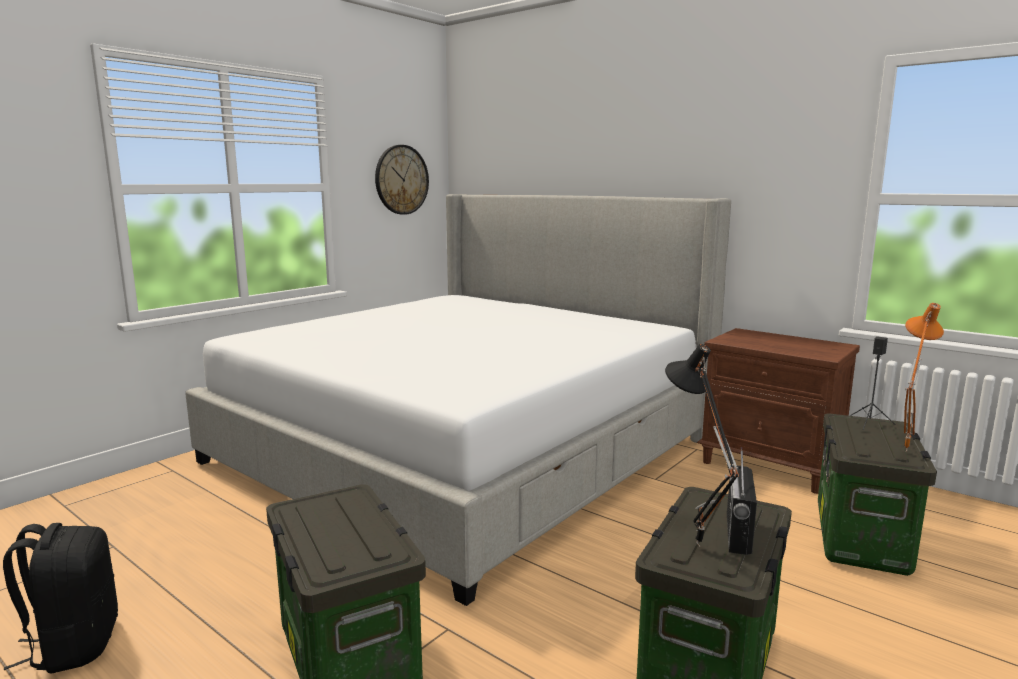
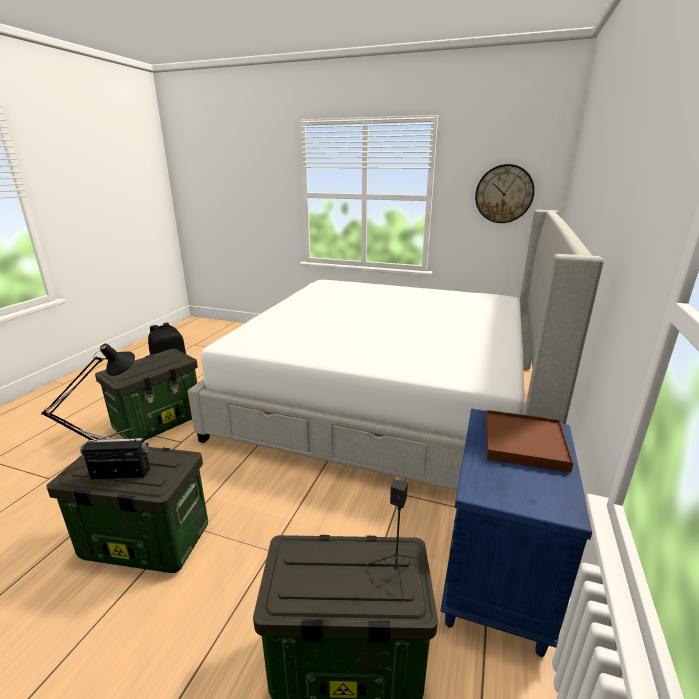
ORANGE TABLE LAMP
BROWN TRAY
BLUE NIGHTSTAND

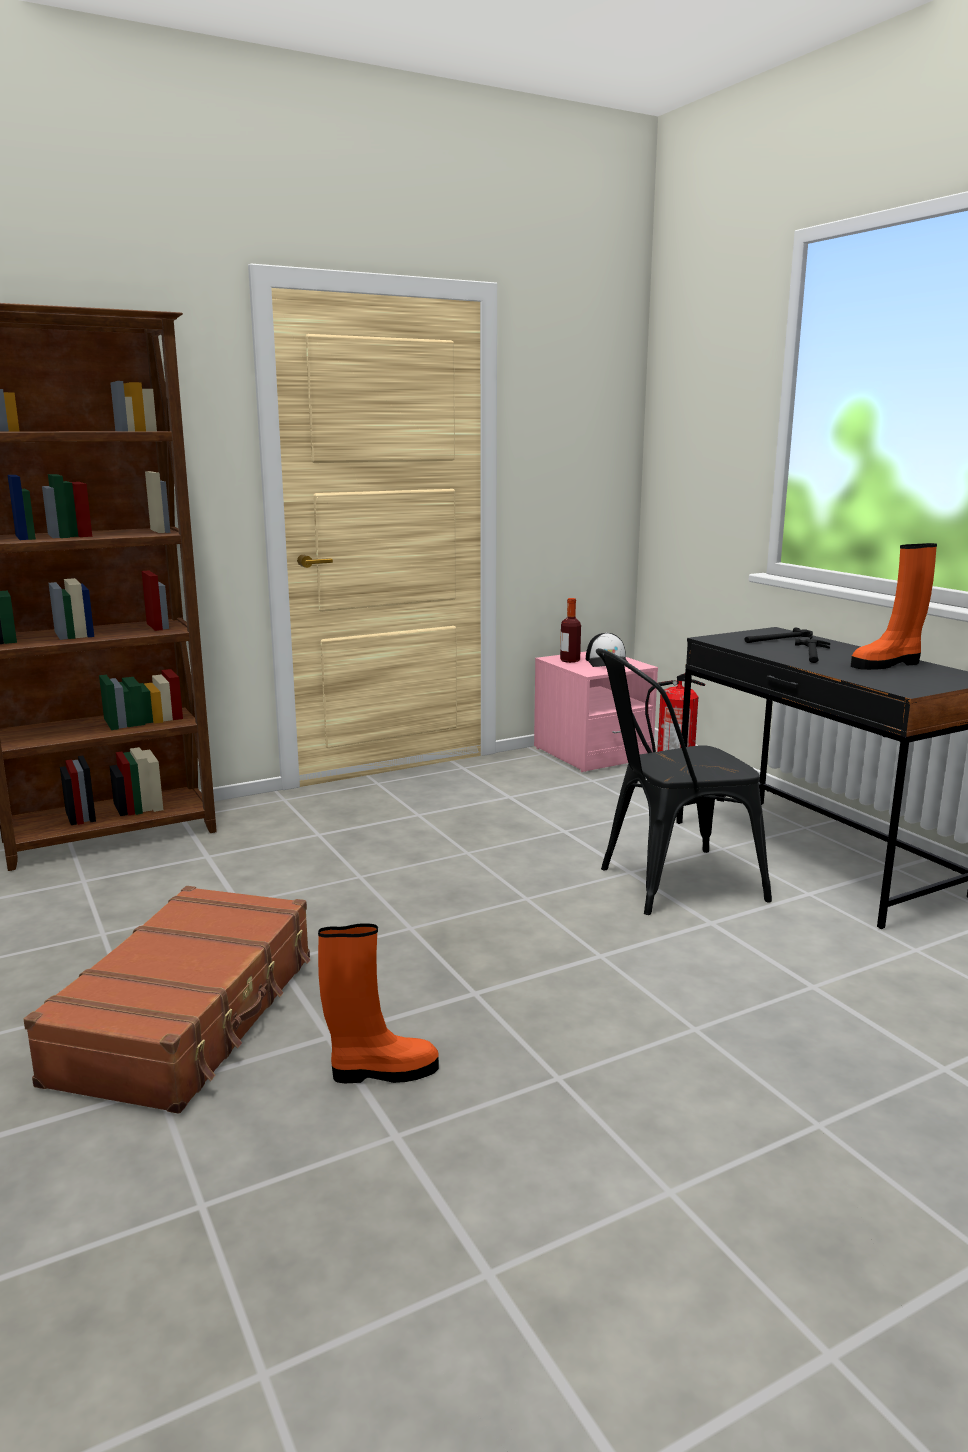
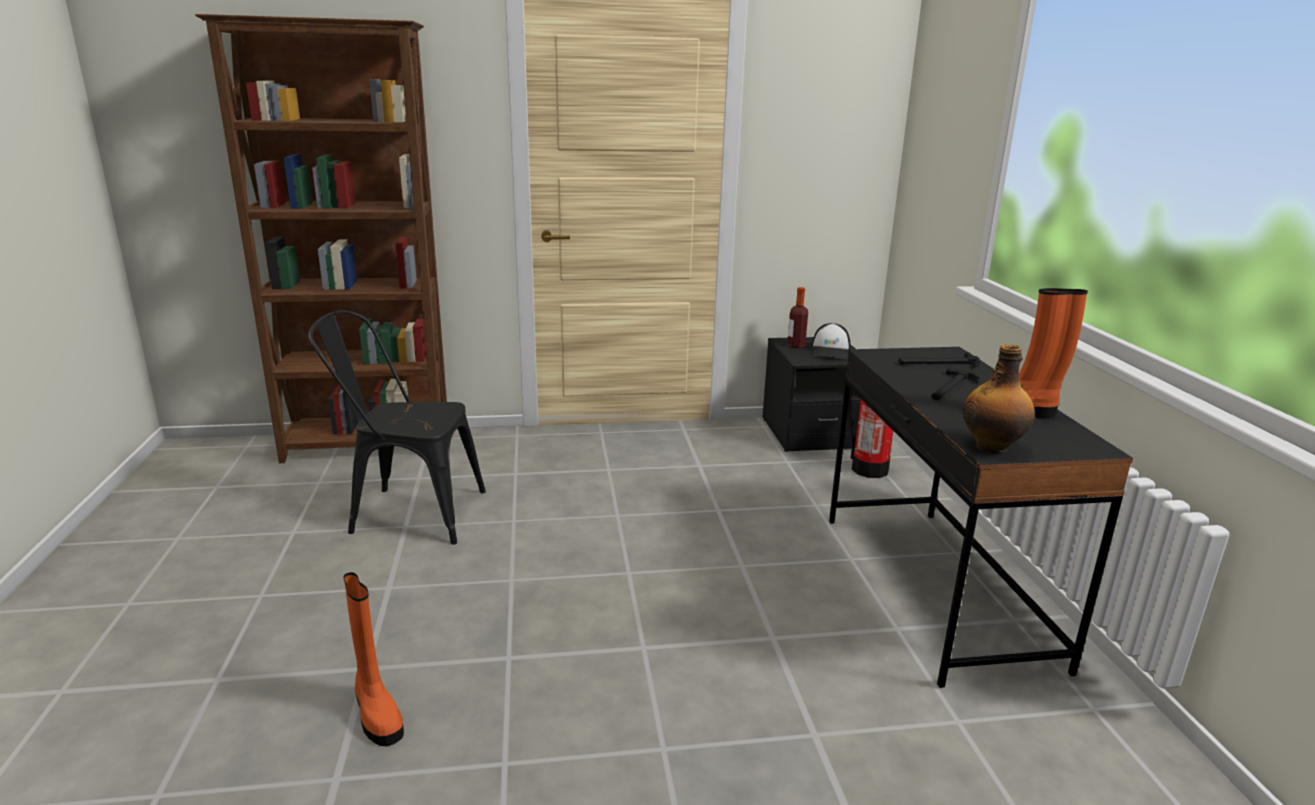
BROWN SUITCASE
BOTTLE (no. 2 from left)
BLACK CHAIR
BLACK NIGHTSTAND
ORANGE BOOT (no. 1 from left)

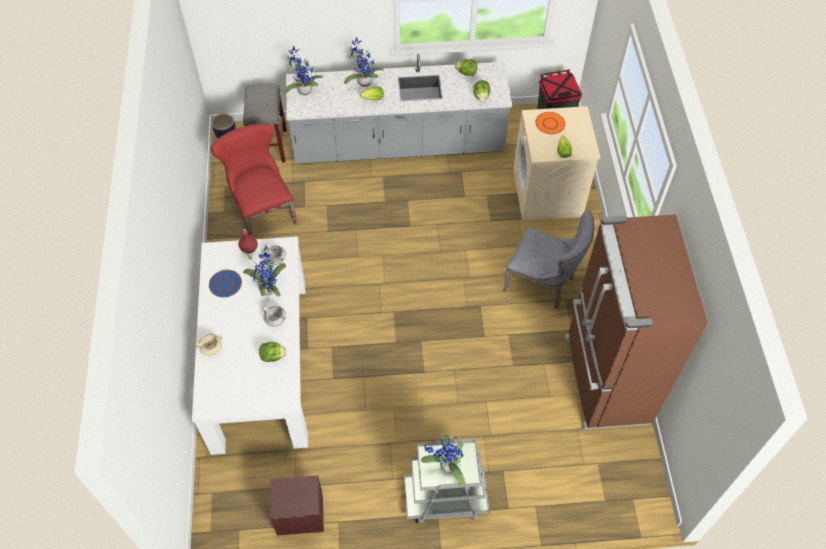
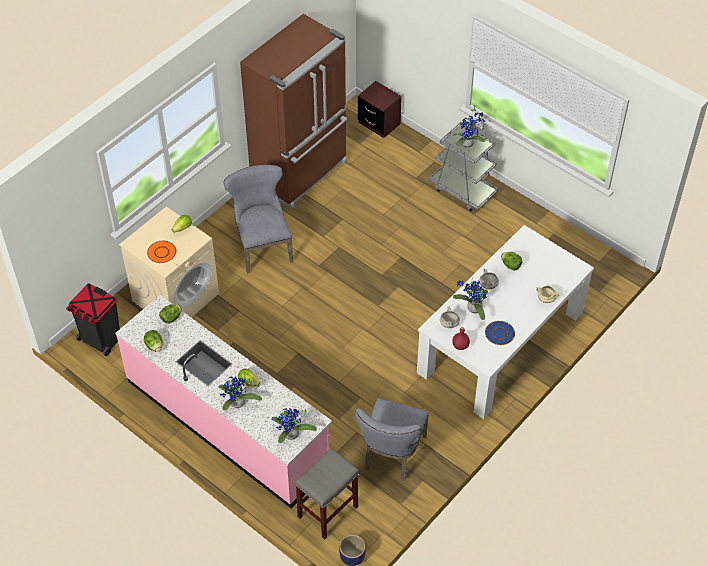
BROWN NIGHTSTAND
GREY CHAIR (no. 2 from left)
PINK COUNTER

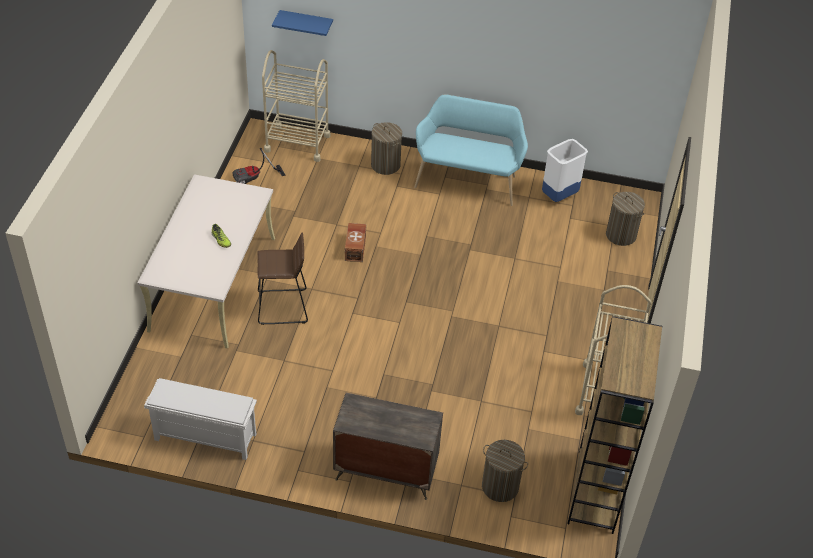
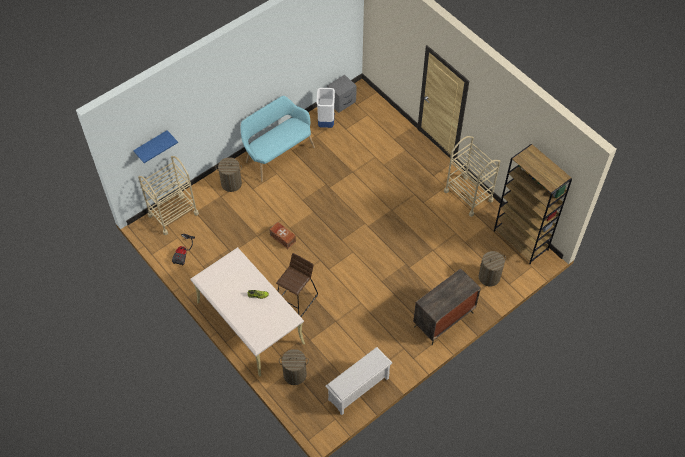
GREY NIGHTSTAND
LAUNDRY BASKET (no. 2 from left)

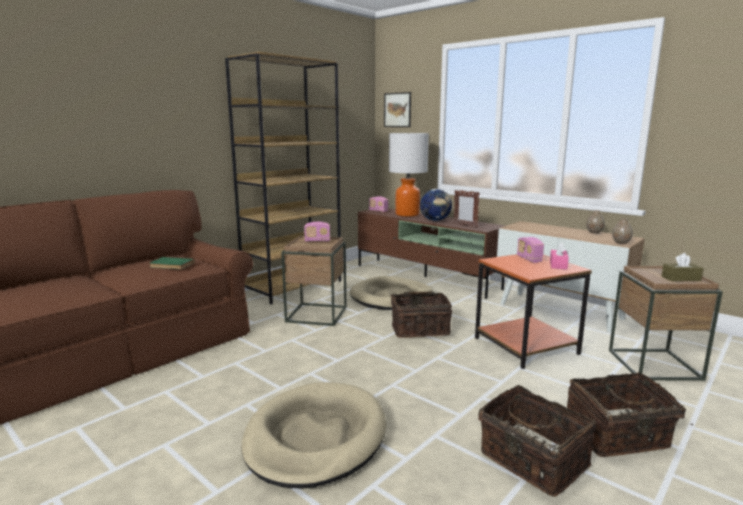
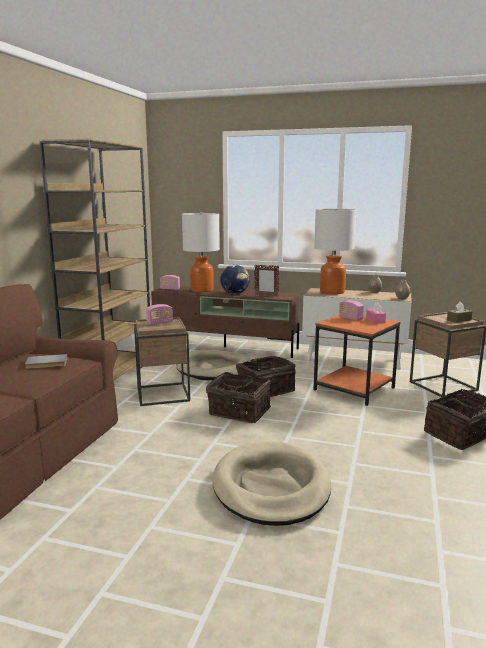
PICTURE
TABLE LAMP (no. 2 from left)
BASKET (no. 1 from left)
GREY BOOK

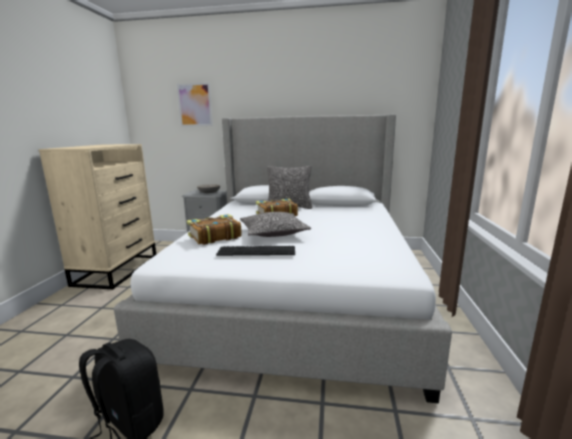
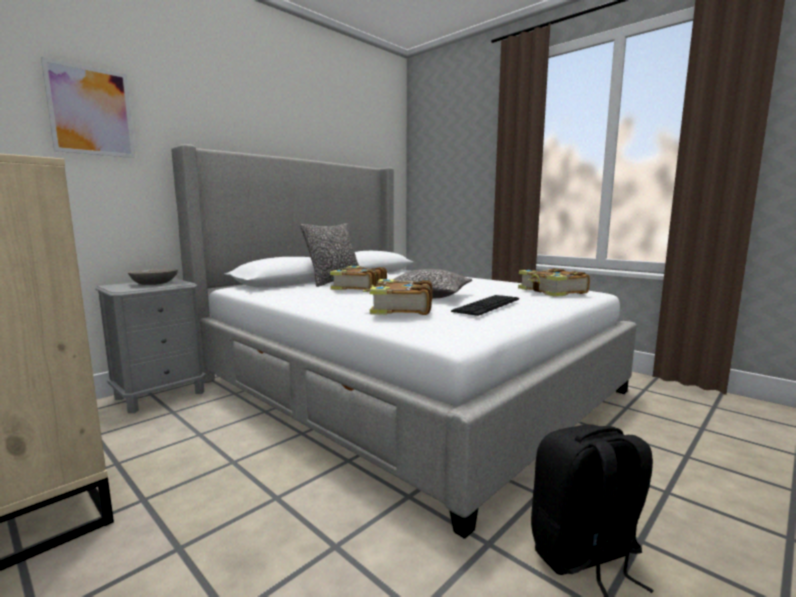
BOOK (no. 3 from left)

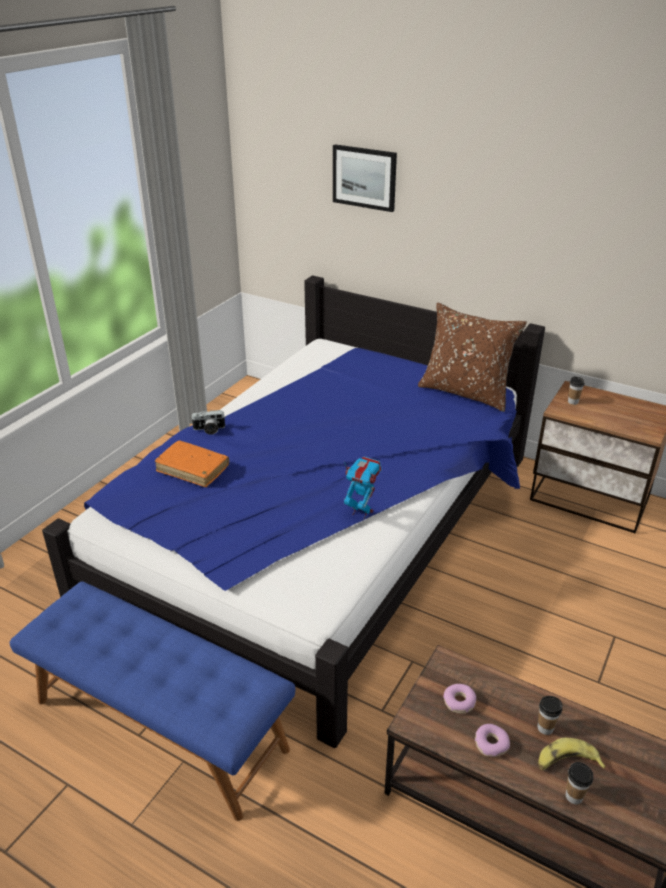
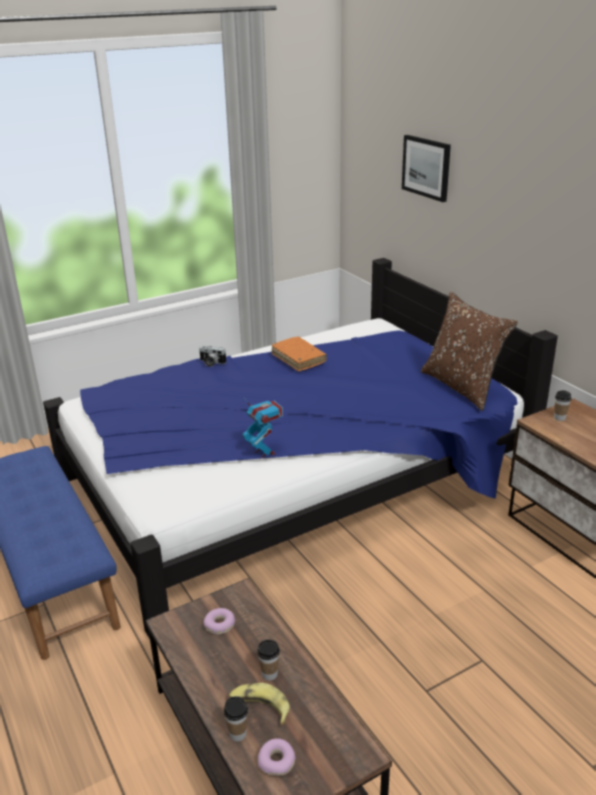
ORANGE BOOK
DONUT (no. 2 from left)

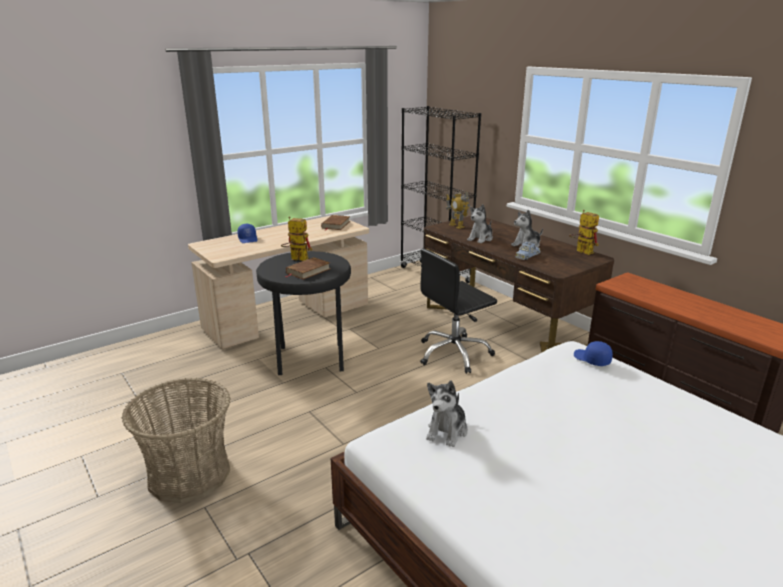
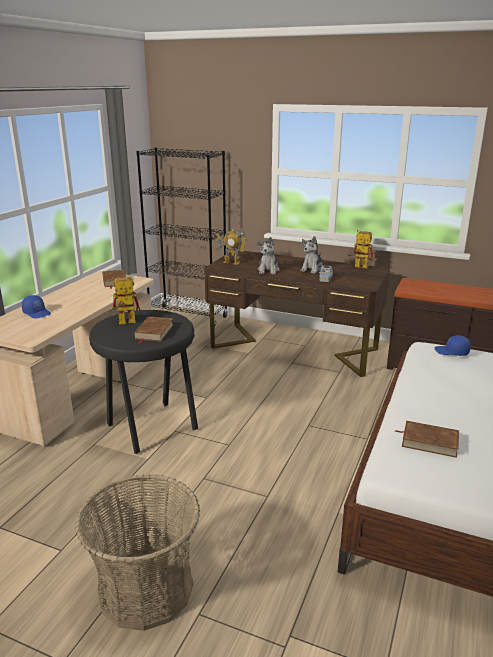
BLACK OFFICE CHAIR
BROWN BOOK (no. 3 from left)

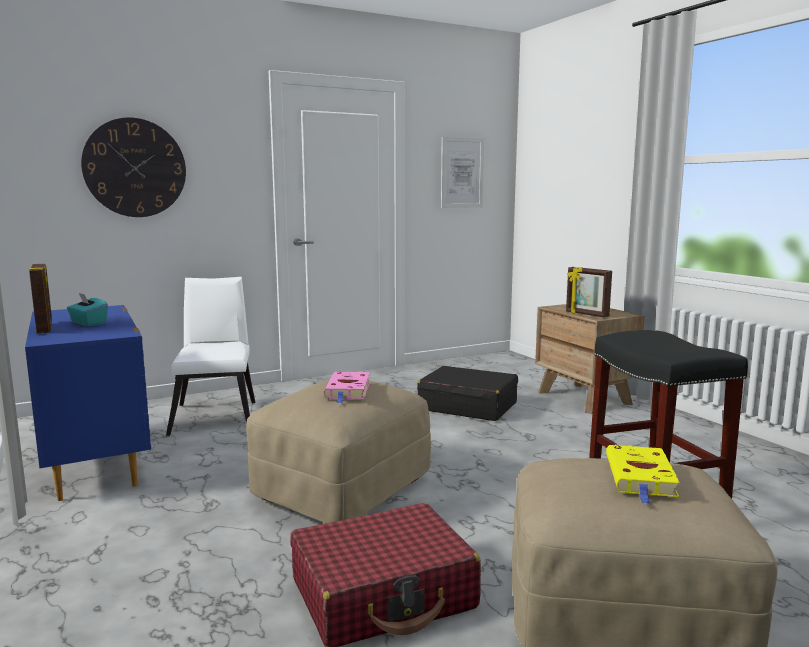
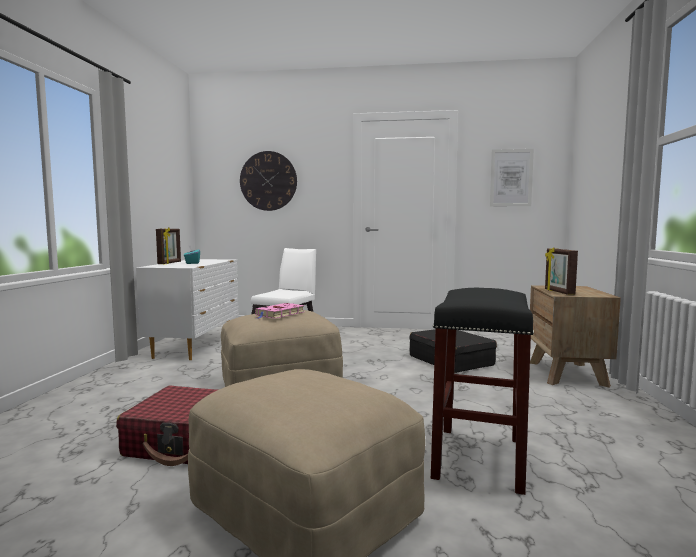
YELLOW BOOK
WHITE DRESSER

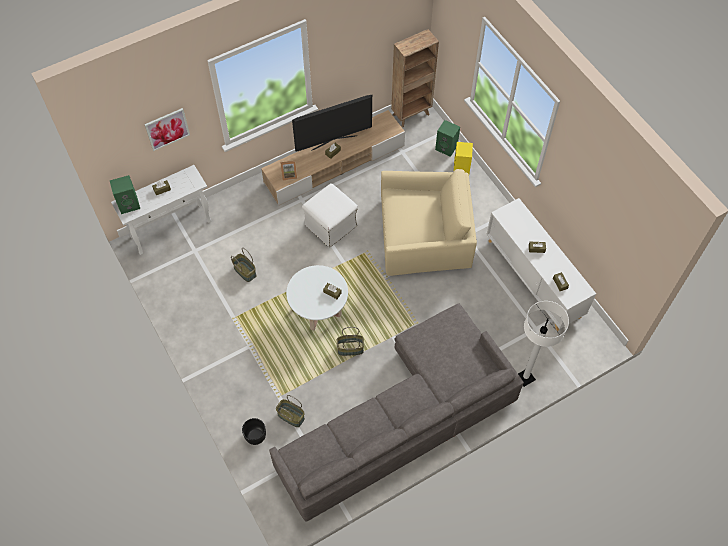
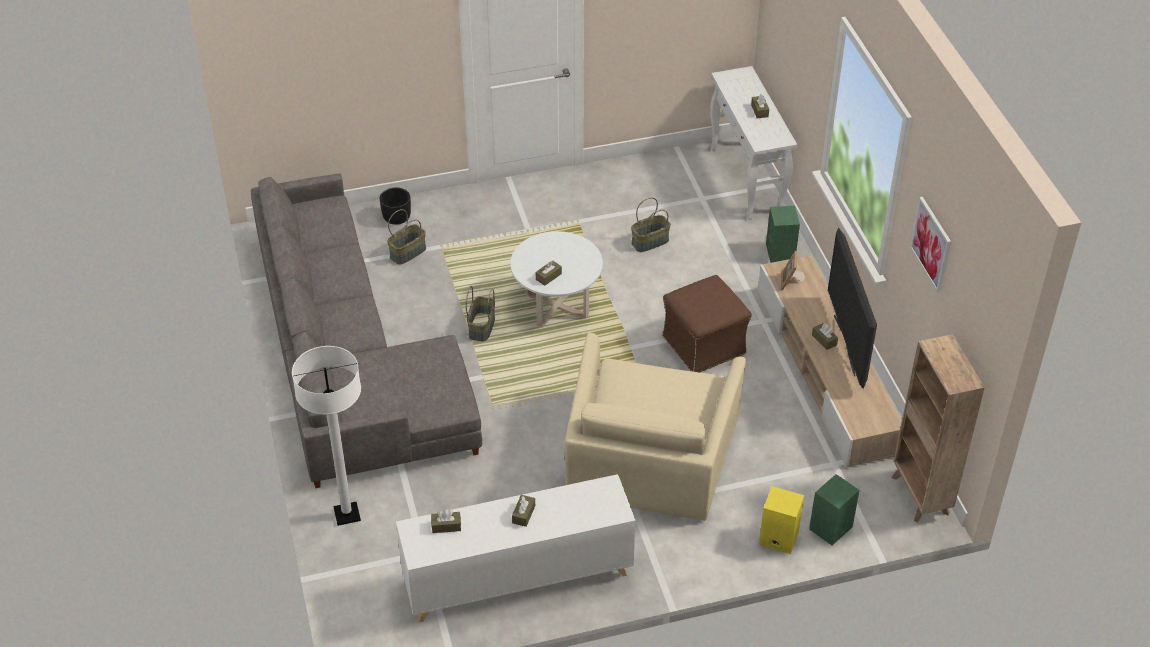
GREEN SPEAKER (no. 1 from left)
PICTURE
BROWN OTTOMAN

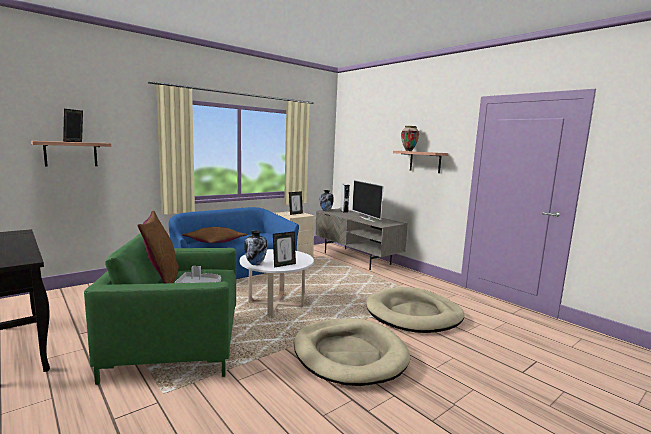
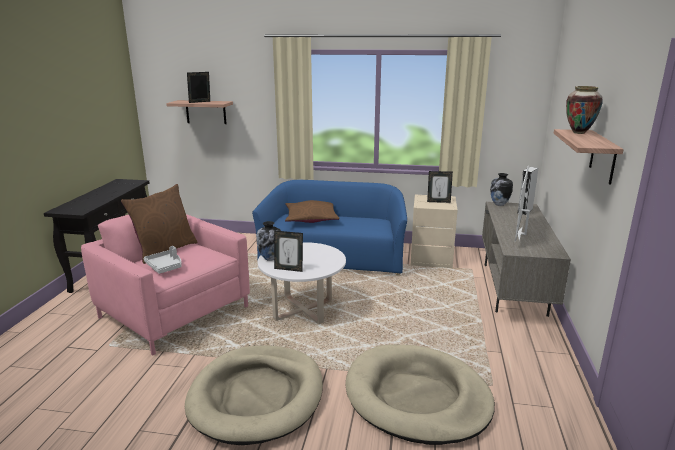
PINK ARMCHAIR

